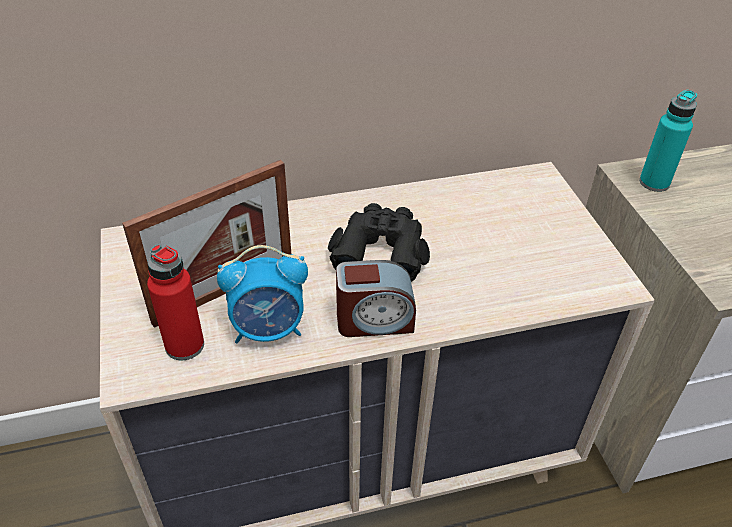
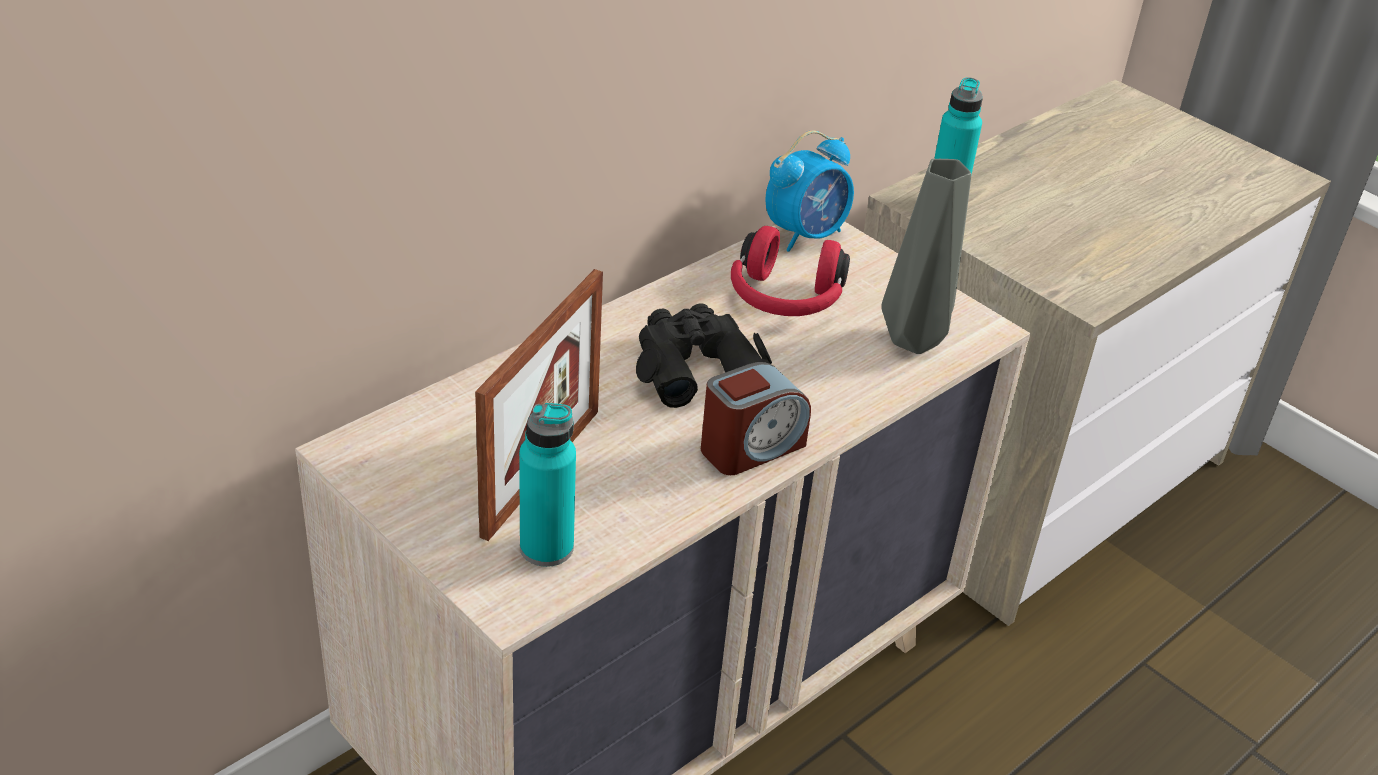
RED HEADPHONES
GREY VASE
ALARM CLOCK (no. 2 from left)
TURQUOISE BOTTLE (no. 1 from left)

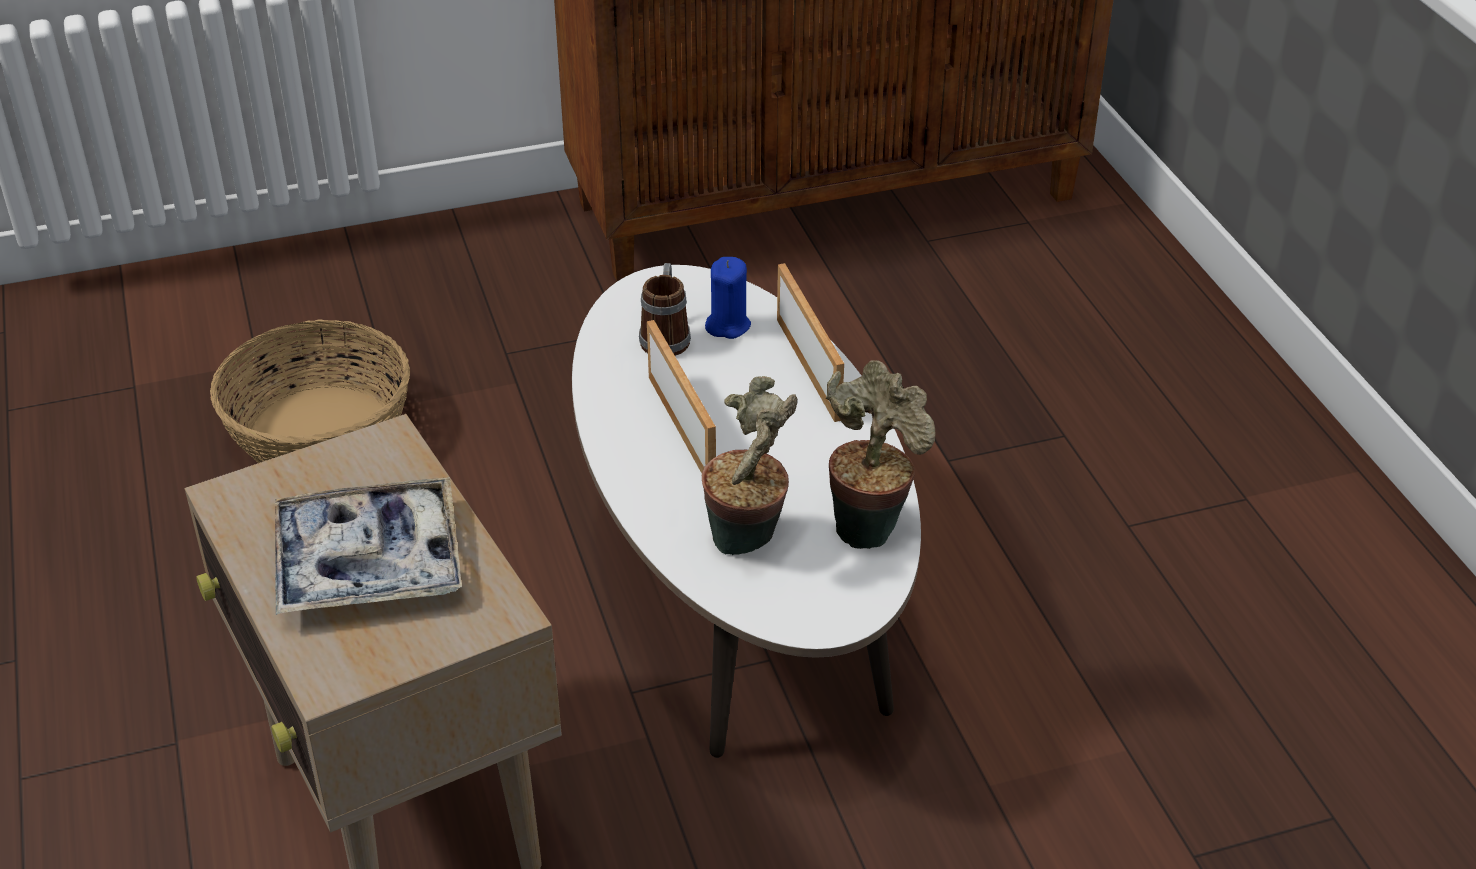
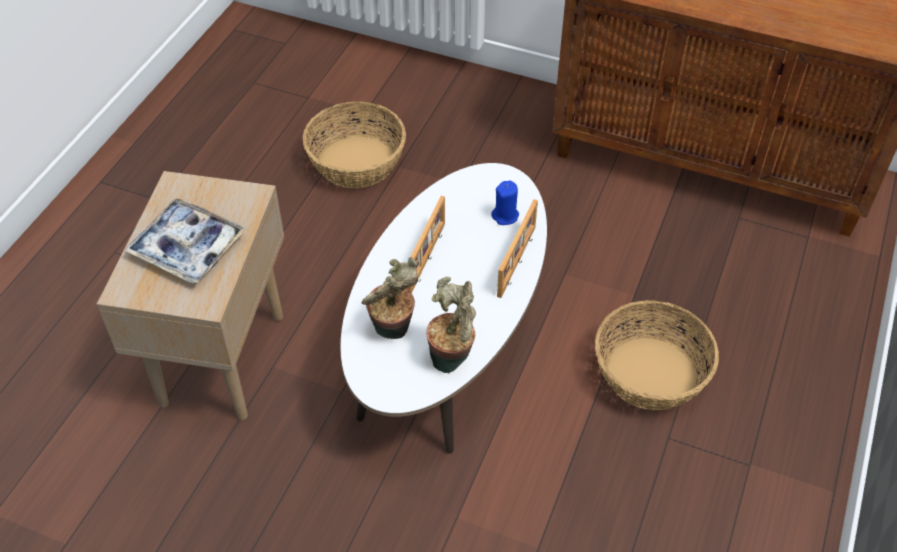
MUG
BASKET (no. 2 from left)

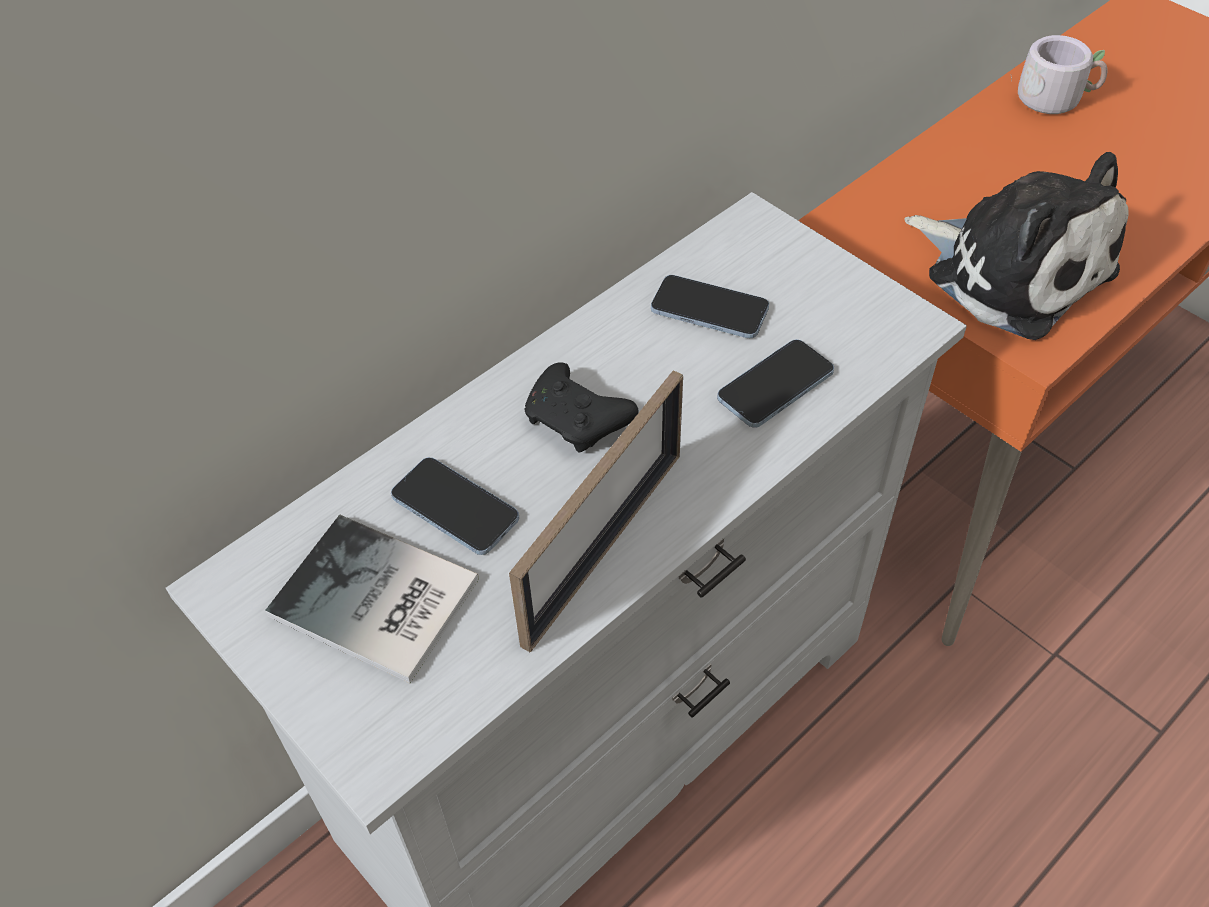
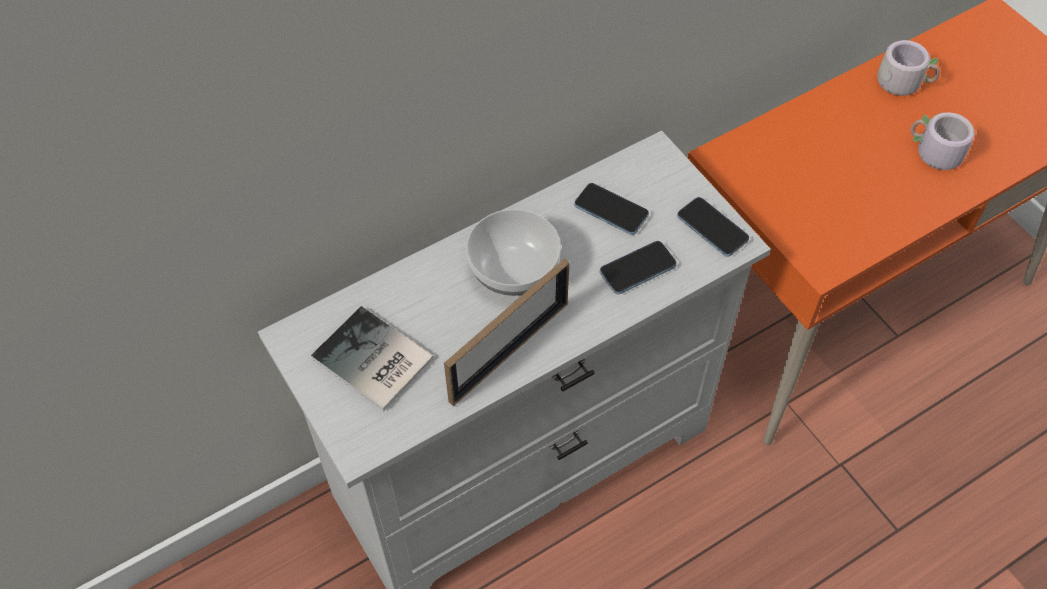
PLUSH TOY
GREY MUG (no. 2 from left)
PHONE (no. 3 from left)
BOWL

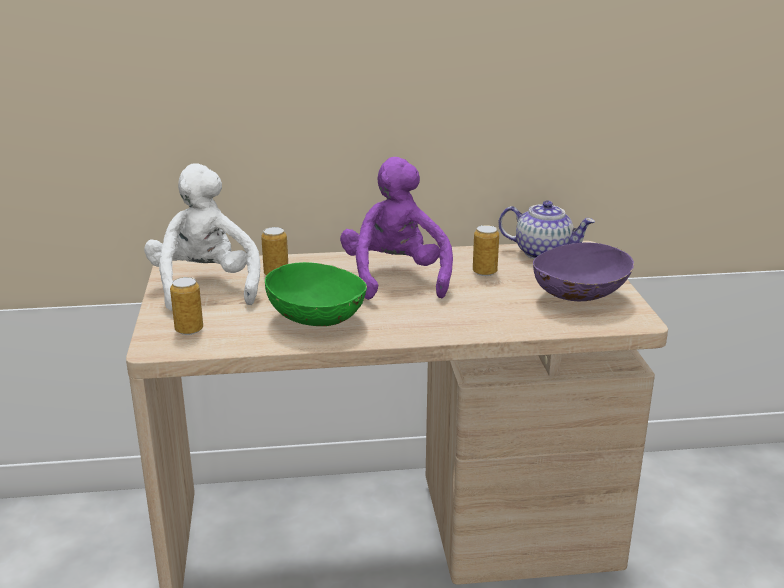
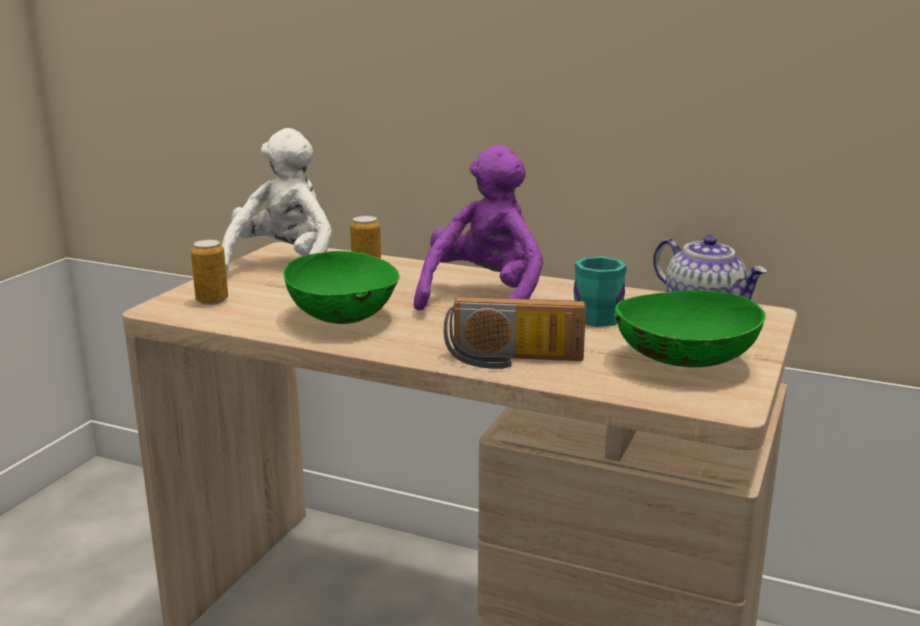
RADIO
TURQUOISE MUG
GREEN BOWL (no. 2 from left)

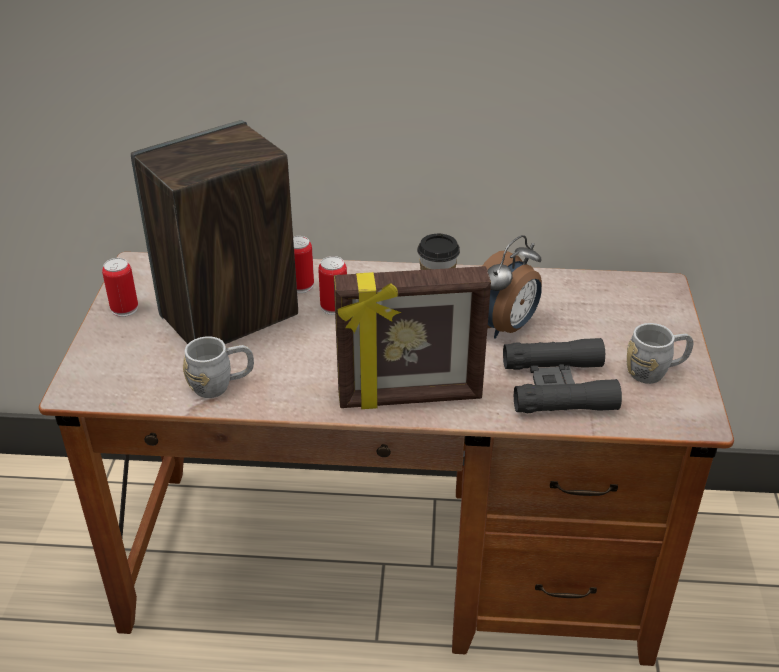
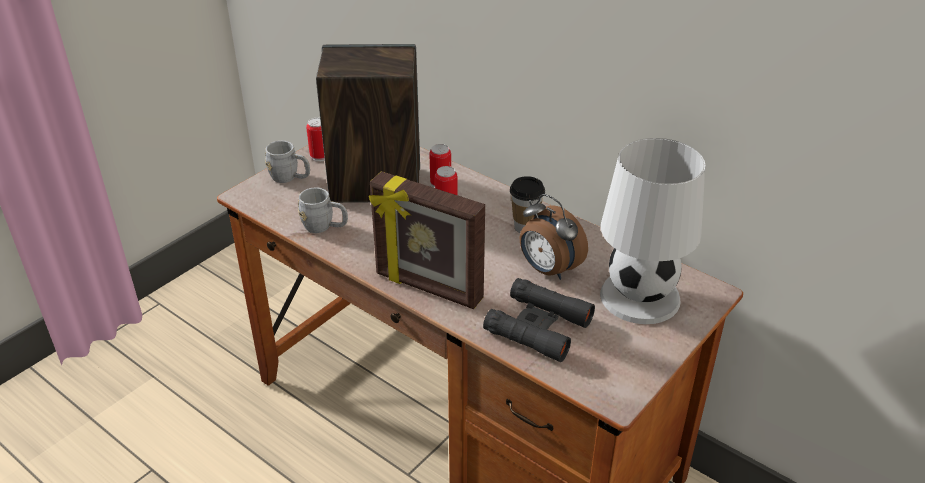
WHITE TABLE LAMP
GREY MUG (no. 1 from left)
ALARM CLOCK

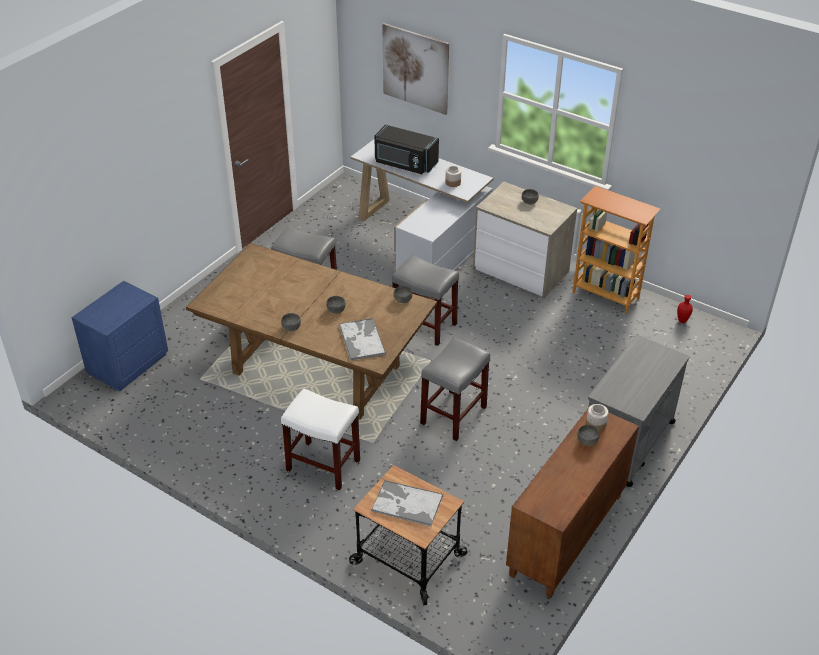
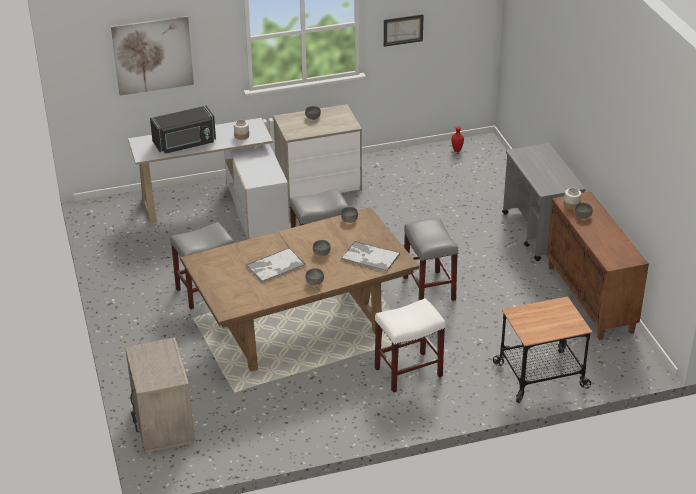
BOOKCASE
PICTURE (no. 2 from left)
TRAY (no. 1 from left)
BEIGE NIGHTSTAND

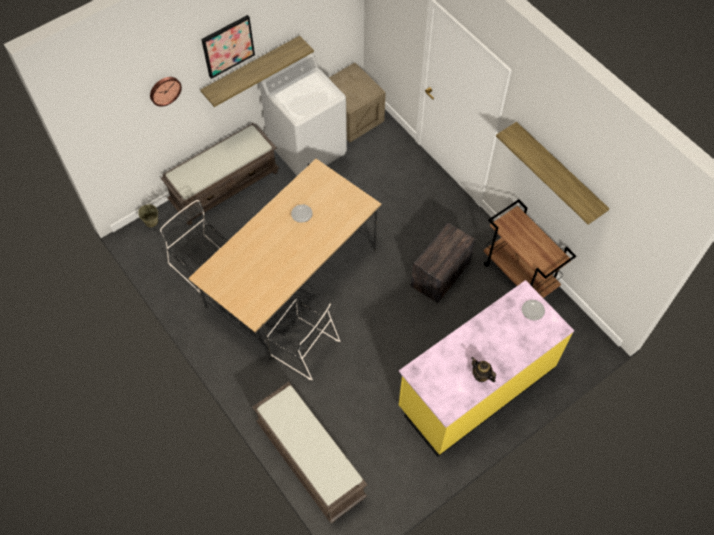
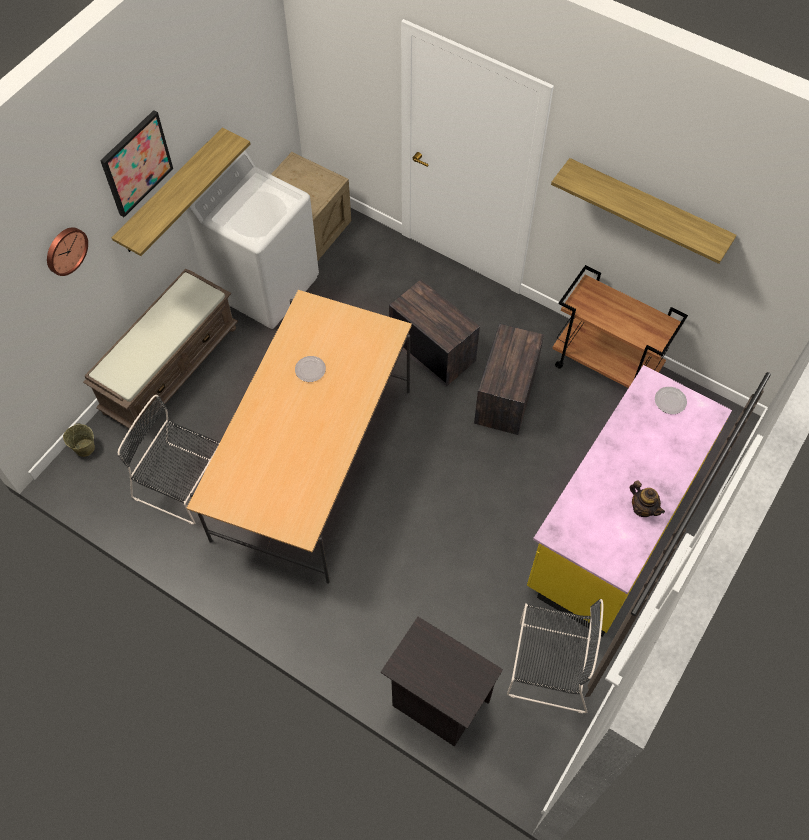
CRATE (no. 2 from left)
BLACK CHAIR (no. 2 from left)
BLACK NIGHTSTAND
TEAPOT

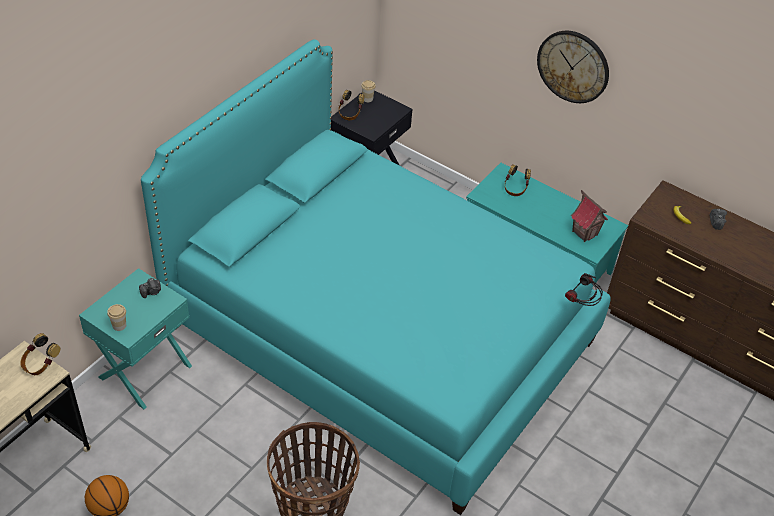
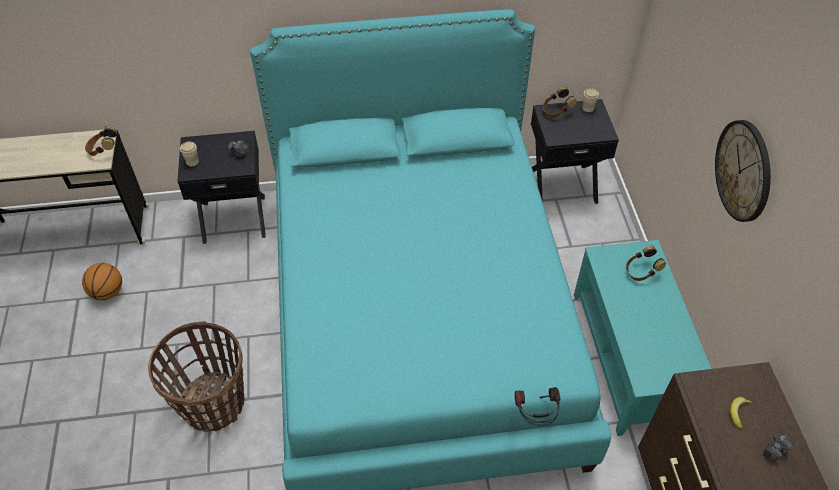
TOY HOUSE
BLACK NIGHTSTAND (no. 1 from left)

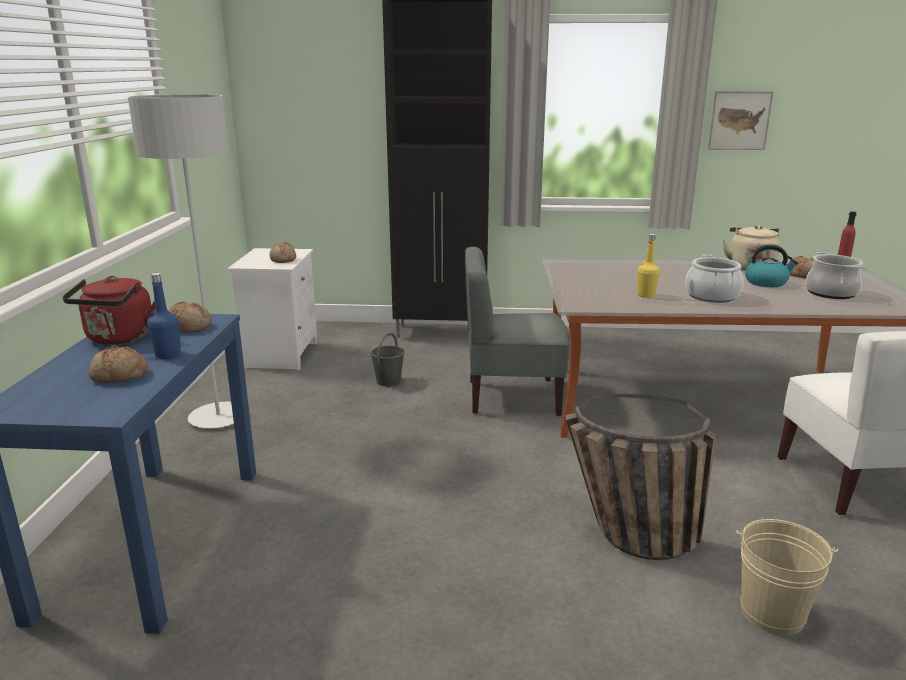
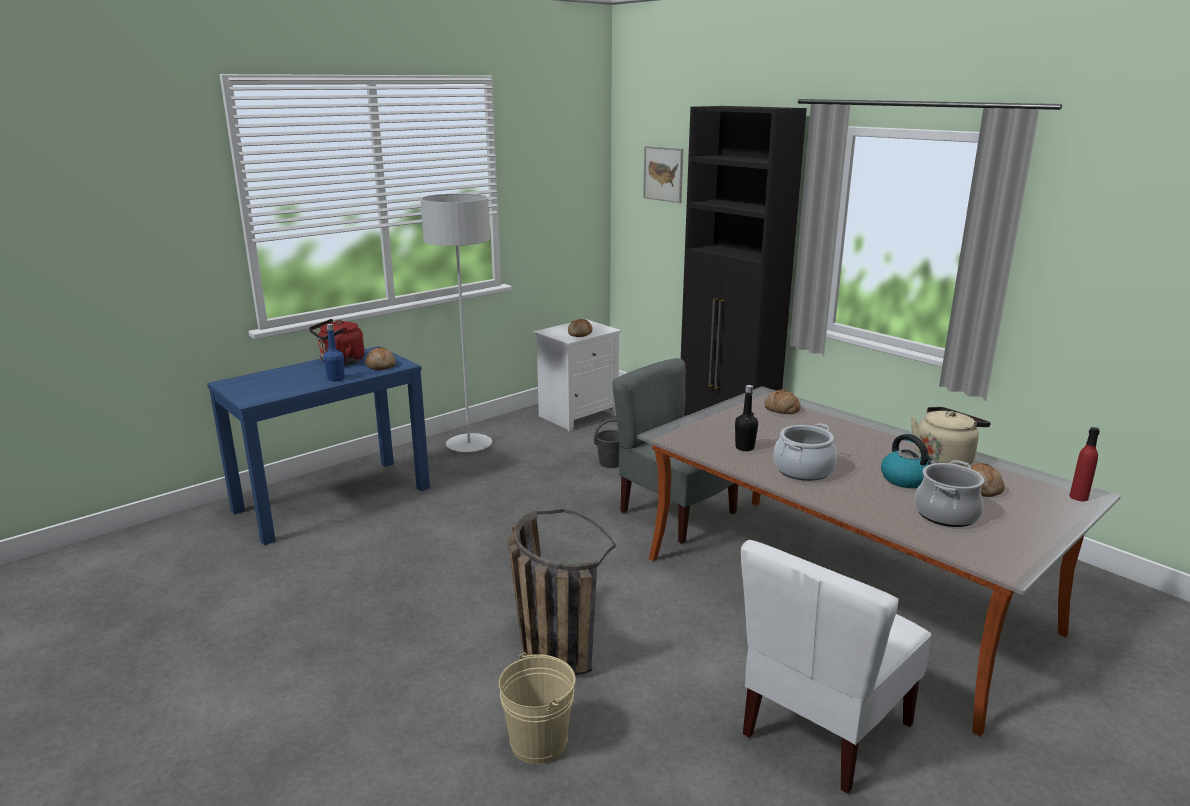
BREAD (no. 3 from left)
PICTURE
BLACK BOTTLE

